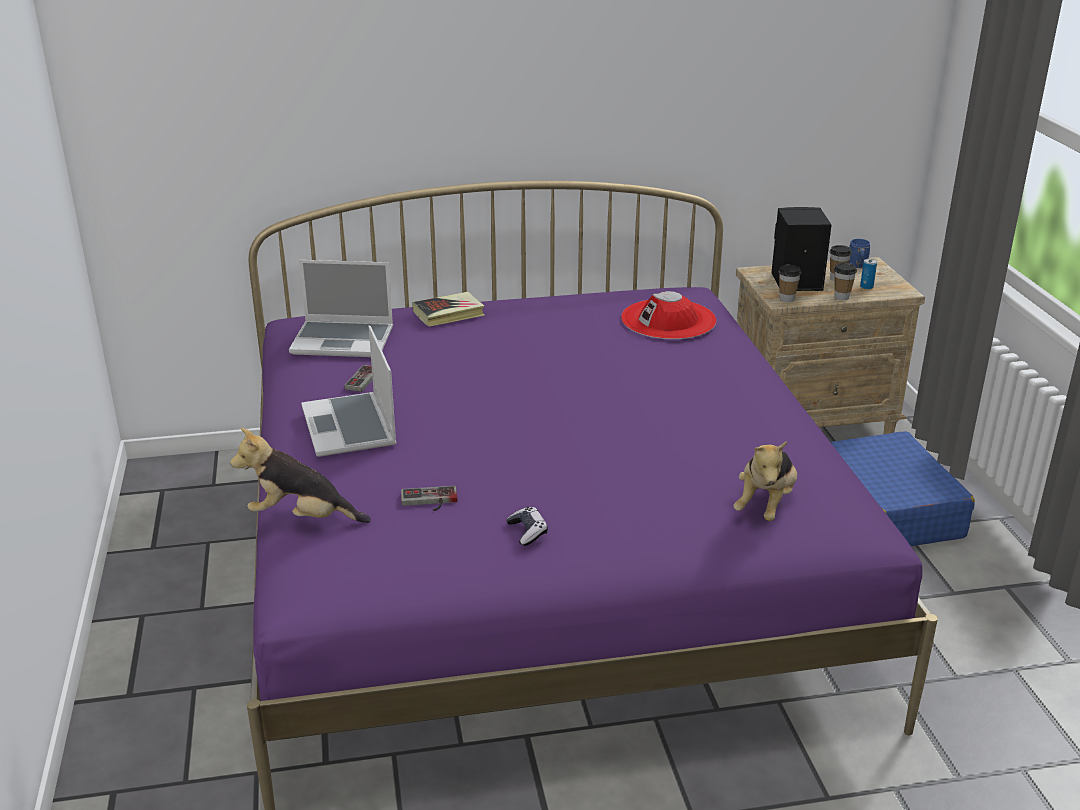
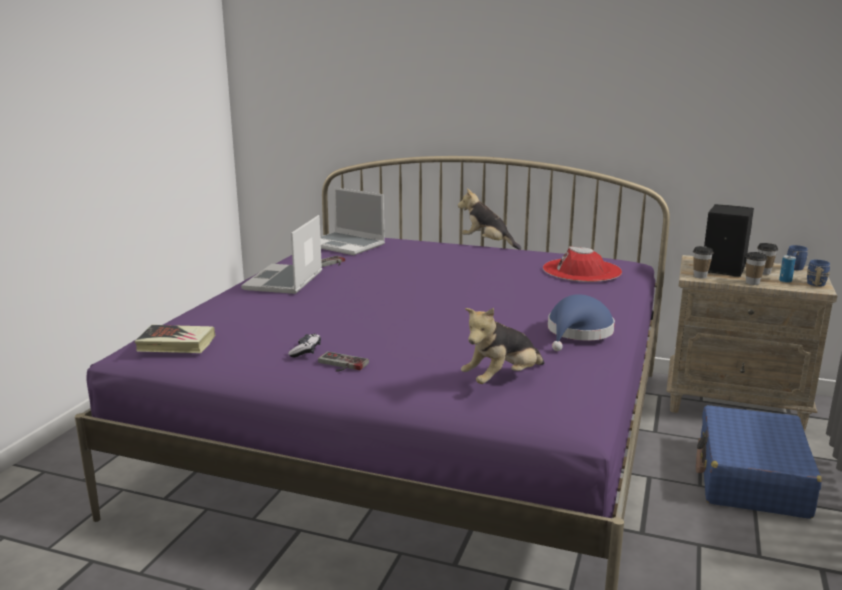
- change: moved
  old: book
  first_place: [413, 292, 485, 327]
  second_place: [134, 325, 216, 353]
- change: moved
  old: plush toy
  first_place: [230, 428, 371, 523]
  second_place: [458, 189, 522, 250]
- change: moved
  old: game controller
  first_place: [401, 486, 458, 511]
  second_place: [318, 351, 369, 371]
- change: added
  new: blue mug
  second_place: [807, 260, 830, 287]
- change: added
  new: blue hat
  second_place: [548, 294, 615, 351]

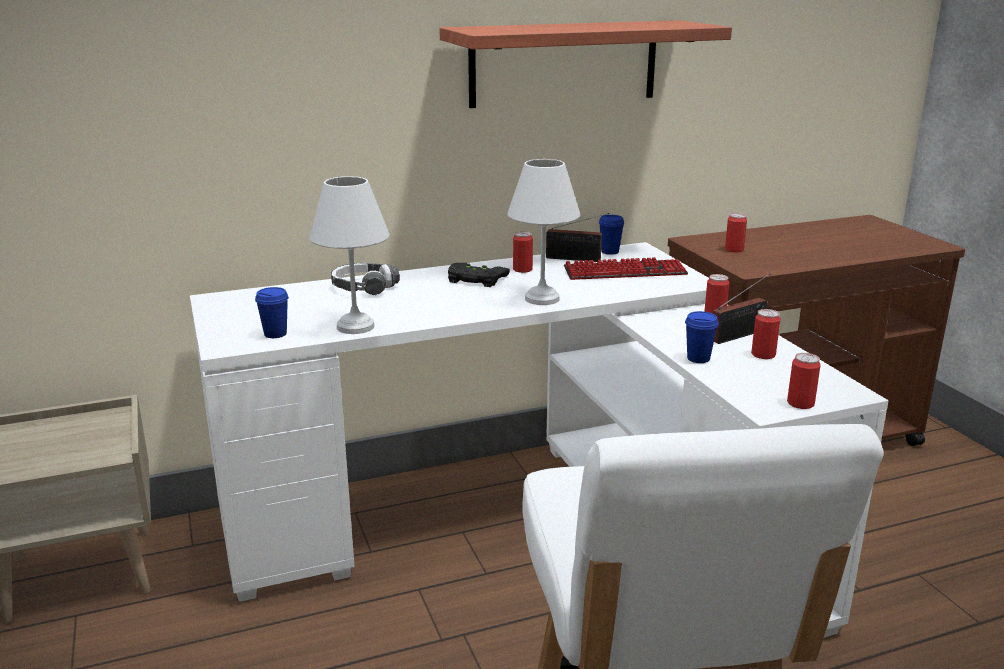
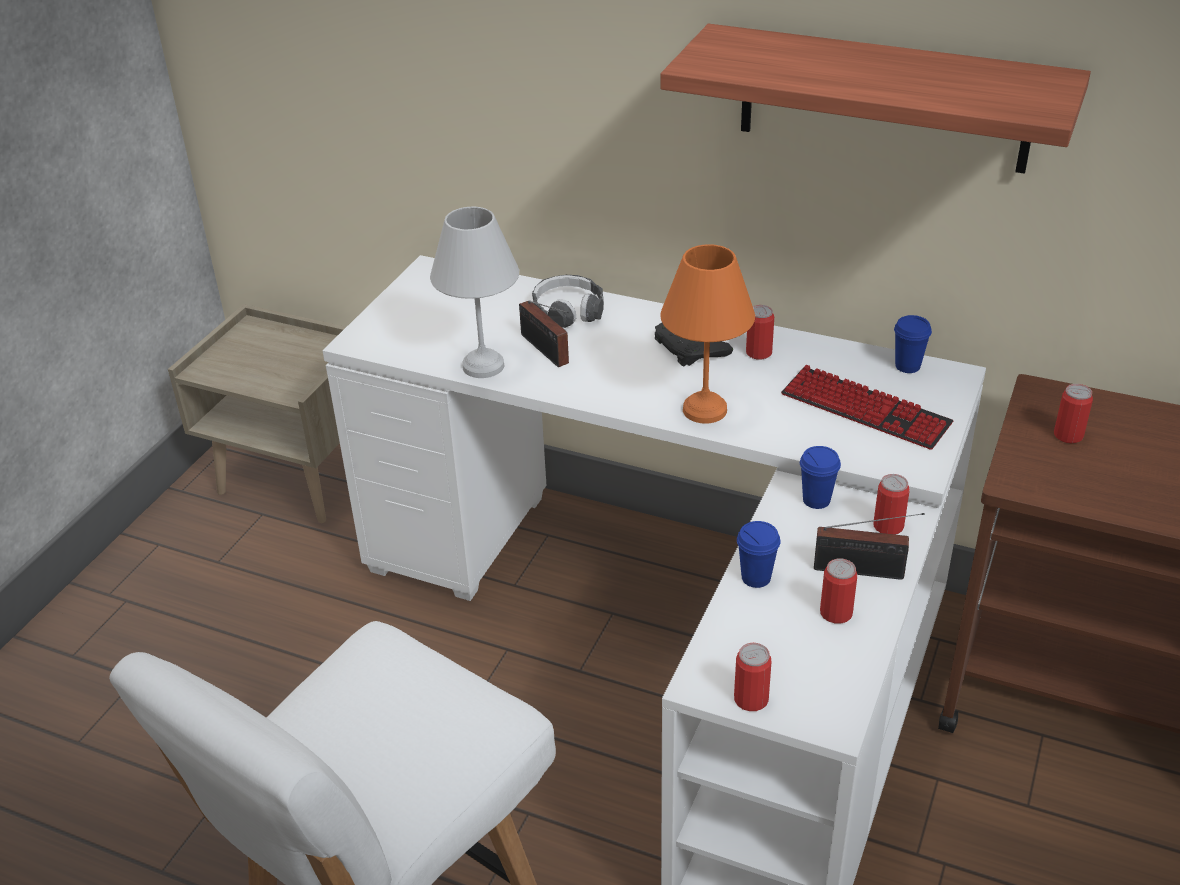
- change: recoloured
  old: white table lamp
  new: orange table lamp
  first_place: [507, 159, 580, 305]
  second_place: [660, 244, 755, 424]
- change: moved
  old: radio
  first_place: [546, 213, 609, 262]
  second_place: [519, 300, 569, 367]
- change: moved
  old: blue cup
  first_place: [255, 287, 289, 338]
  second_place: [800, 446, 841, 509]

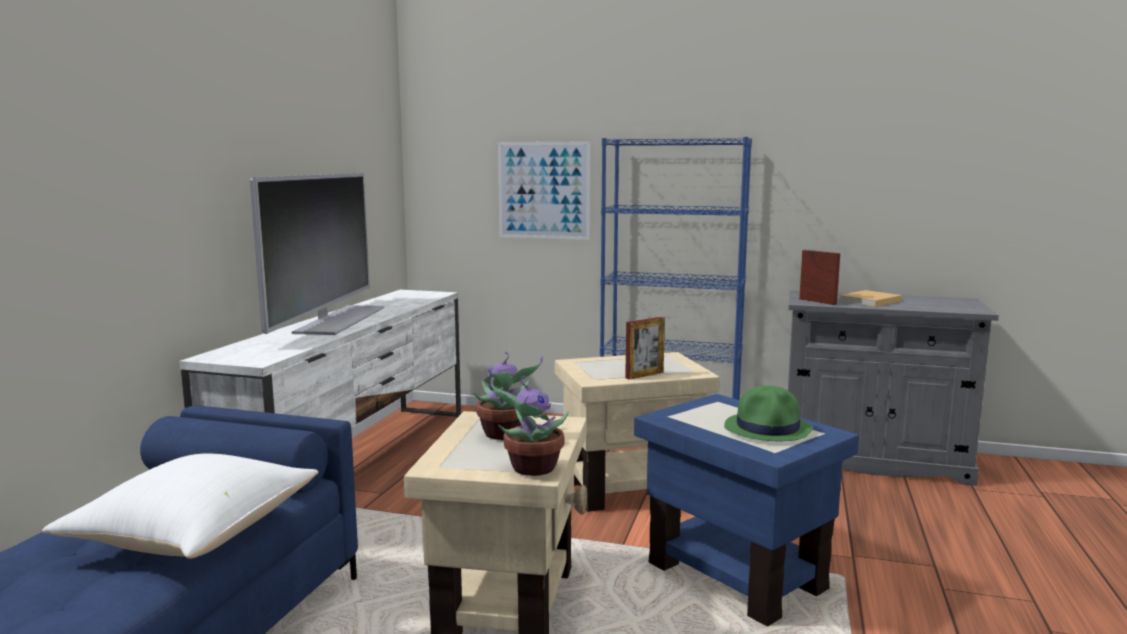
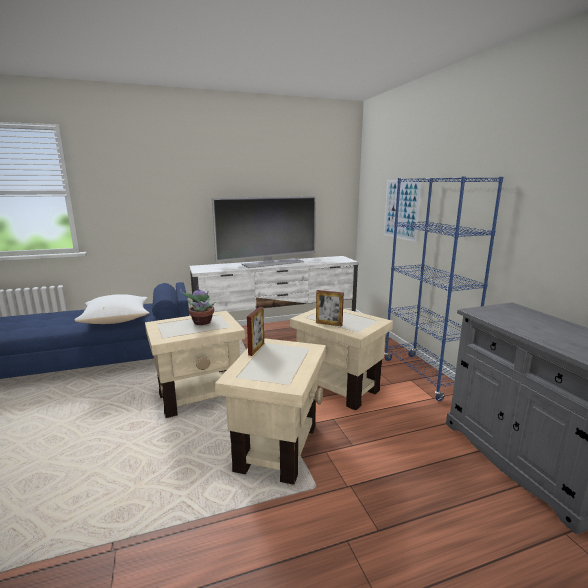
- change: moved
  old: picture frame
  first_place: [799, 250, 840, 305]
  second_place: [247, 307, 264, 356]
- change: removed
  old: beige book
  first_place: [838, 290, 902, 307]
- change: removed
  old: potted plant
  first_place: [491, 376, 568, 476]
- change: removed
  old: green hat
  first_place: [724, 385, 813, 441]
- change: recoloured
  old: blue side table
  new: beige side table
  first_place: [634, 394, 859, 626]
  second_place: [215, 338, 326, 485]

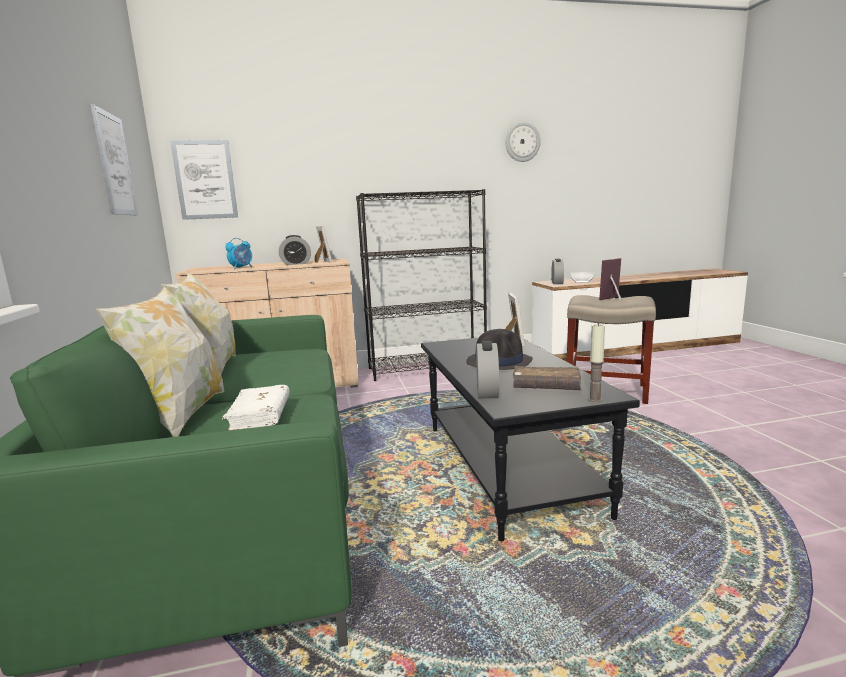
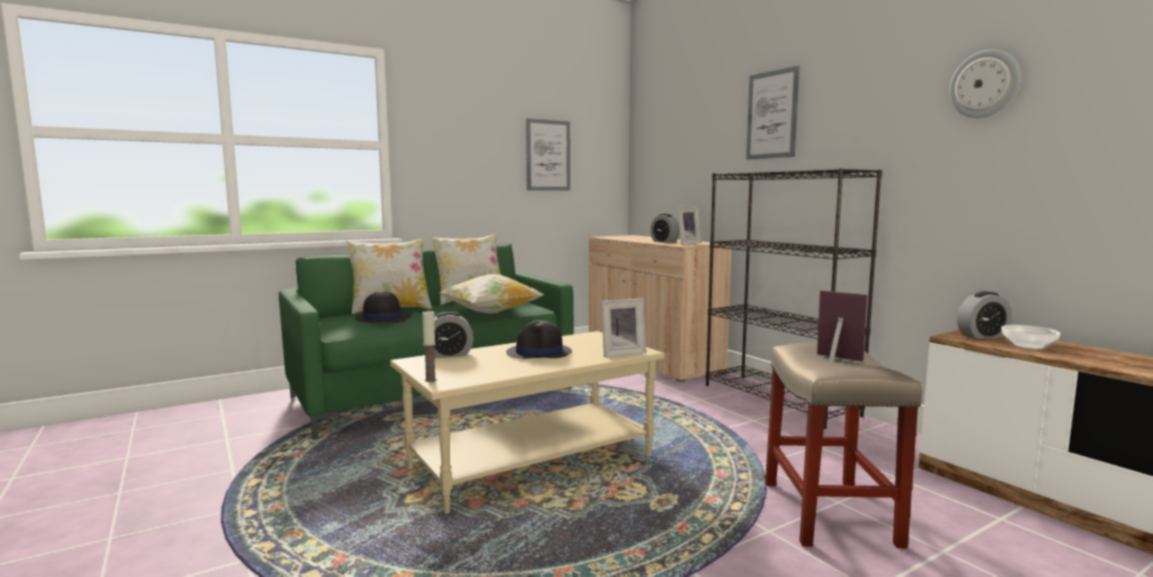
- change: moved
  old: picture
  first_place: [170, 140, 238, 220]
  second_place: [746, 66, 800, 160]
- change: removed
  old: alarm clock
  first_place: [225, 238, 252, 269]
- change: recoloured
  old: black coffee table
  new: beige coffee table
  first_place: [421, 338, 640, 541]
  second_place: [390, 331, 664, 514]
- change: removed
  old: brown book
  first_place: [513, 366, 581, 390]
- change: replaced
  old: white book
  new: black hat
  first_place: [222, 385, 289, 431]
  second_place: [355, 292, 412, 323]
- change: added
  new: pillow
  second_place: [440, 274, 544, 314]

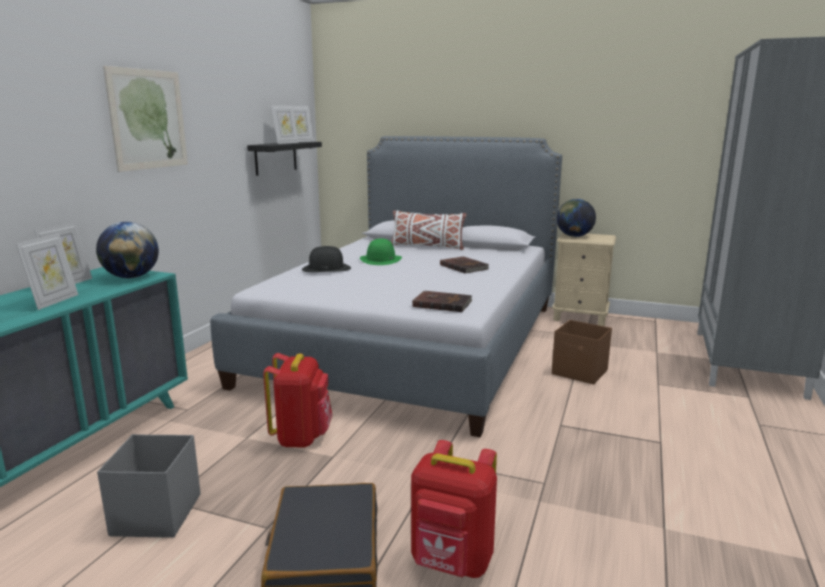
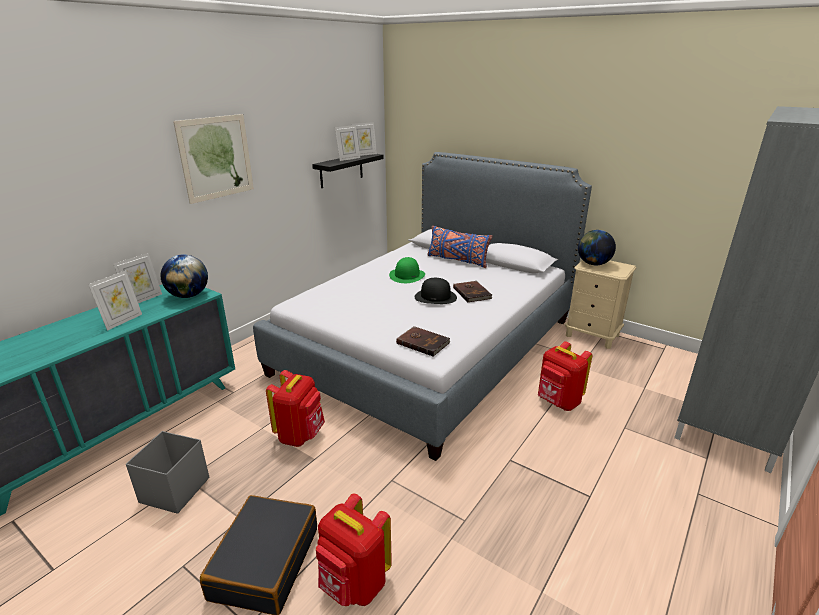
- change: recoloured
  old: white pillow
  new: blue pillow
  first_place: [391, 210, 467, 250]
  second_place: [427, 226, 493, 268]
- change: moved
  old: black hat
  first_place: [302, 246, 351, 272]
  second_place: [415, 278, 457, 304]
- change: replaced
  old: brown storage box
  new: red backpack
  first_place: [552, 320, 612, 385]
  second_place: [538, 341, 592, 411]

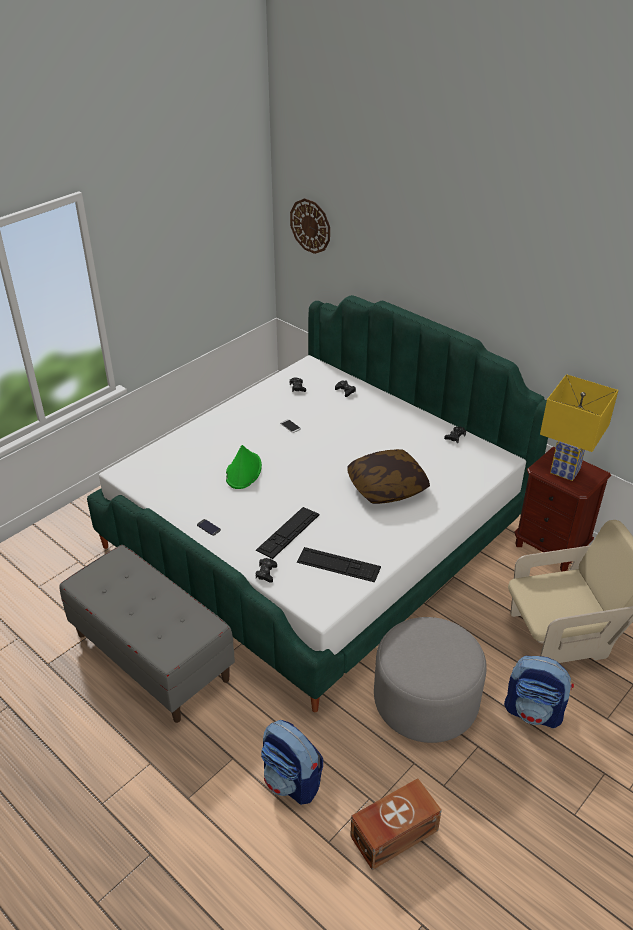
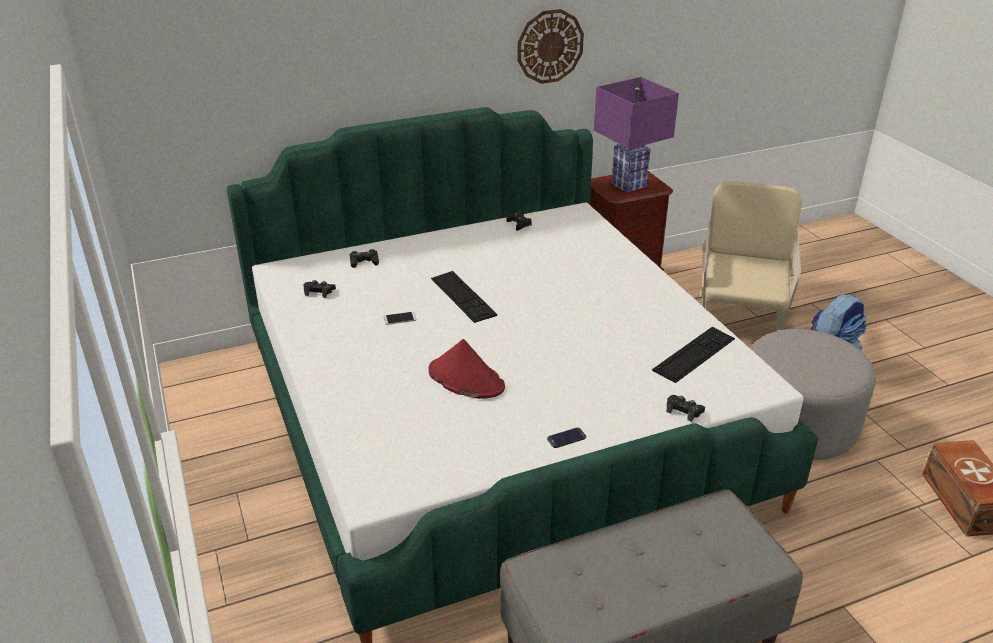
- change: moved
  old: wall clock
  first_place: [290, 198, 330, 254]
  second_place: [517, 9, 584, 84]
- change: recoloured
  old: yellow table lamp
  new: purple table lamp
  first_place: [540, 374, 618, 481]
  second_place: [594, 77, 679, 193]
- change: recoloured
  old: green hat
  new: red hat
  first_place: [226, 445, 262, 489]
  second_place: [428, 339, 505, 399]
- change: removed
  old: pillow
  first_place: [347, 449, 430, 504]
- change: moved
  old: keyboard
  first_place: [256, 507, 319, 559]
  second_place: [431, 271, 497, 323]
- change: removed
  old: backpack
  first_place: [261, 720, 323, 805]

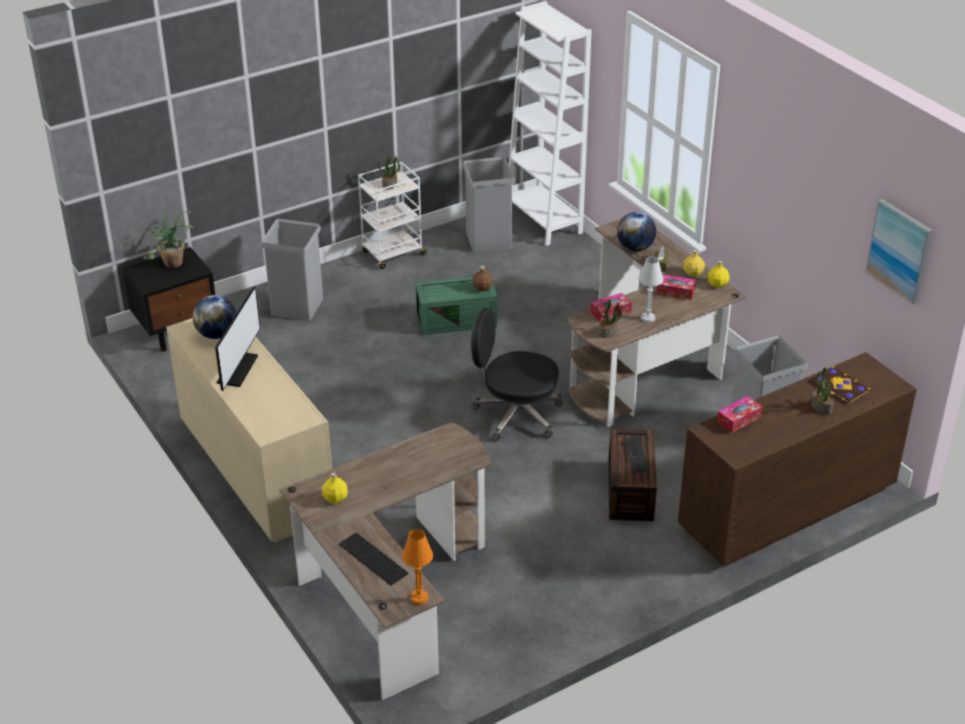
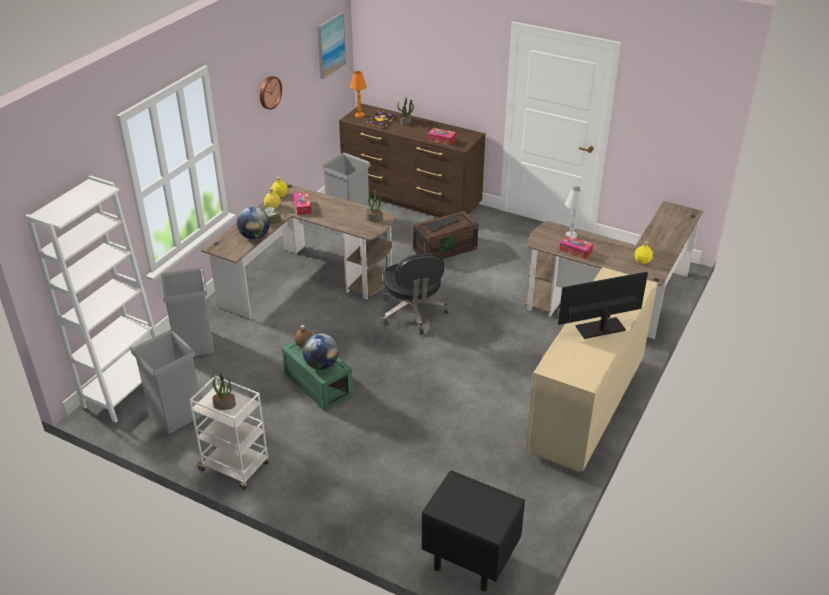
- change: removed
  old: potted plant
  first_place: [143, 211, 194, 268]
- change: moved
  old: grey trash can
  first_place: [261, 218, 323, 321]
  second_place: [160, 268, 215, 356]
- change: moved
  old: white table lamp
  first_place: [638, 257, 663, 323]
  second_place: [565, 186, 585, 238]
- change: moved
  old: tissue box
  first_place: [590, 293, 632, 322]
  second_place: [559, 236, 593, 259]
- change: moved
  old: globe
  first_place: [193, 295, 236, 339]
  second_place: [303, 334, 339, 370]
- change: moved
  old: orange table lamp
  first_place: [402, 529, 433, 605]
  second_place: [350, 71, 367, 118]
- change: removed
  old: keyboard
  first_place: [339, 533, 409, 586]
- change: added
  new: wall clock
  second_place: [260, 76, 282, 110]

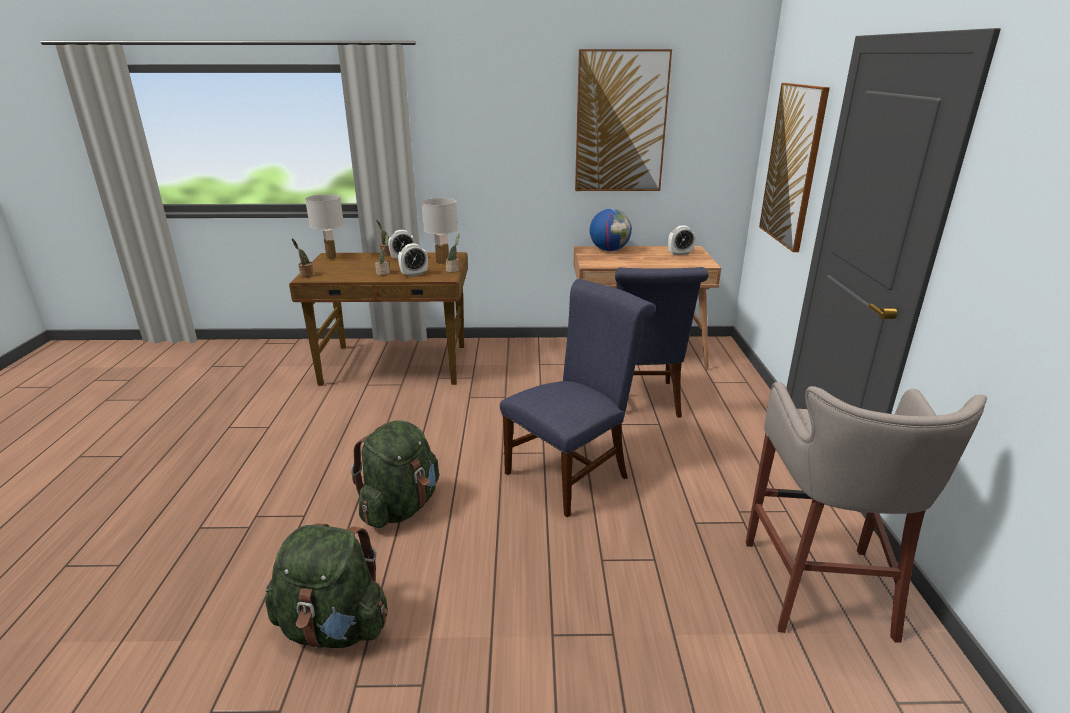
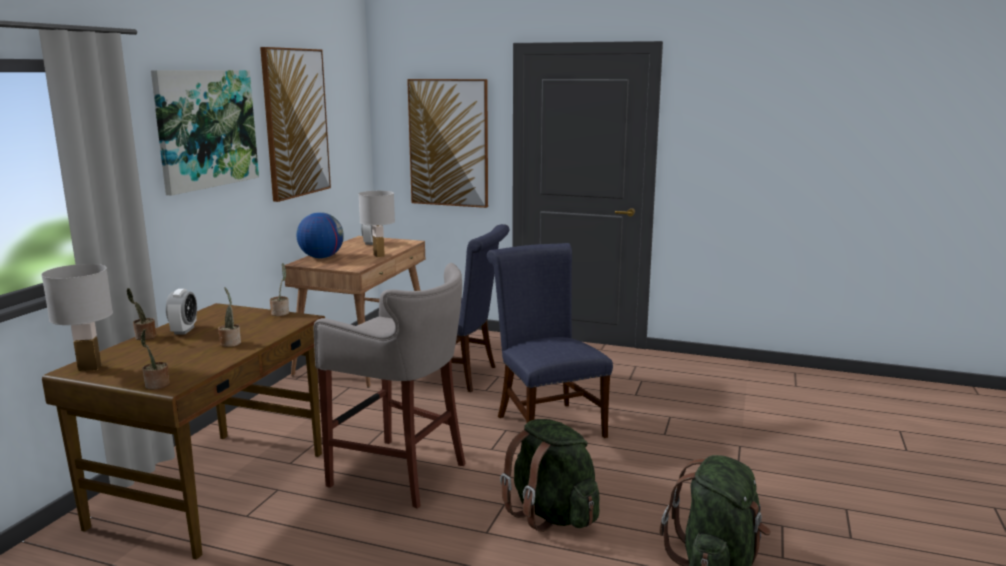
- change: moved
  old: white table lamp
  first_place: [421, 198, 458, 264]
  second_place: [358, 191, 395, 257]
- change: removed
  old: alarm clock
  first_place: [398, 243, 428, 277]
- change: moved
  old: grey stool
  first_place: [746, 382, 987, 643]
  second_place: [314, 263, 466, 509]
- change: added
  new: picture
  second_place: [151, 70, 259, 196]

